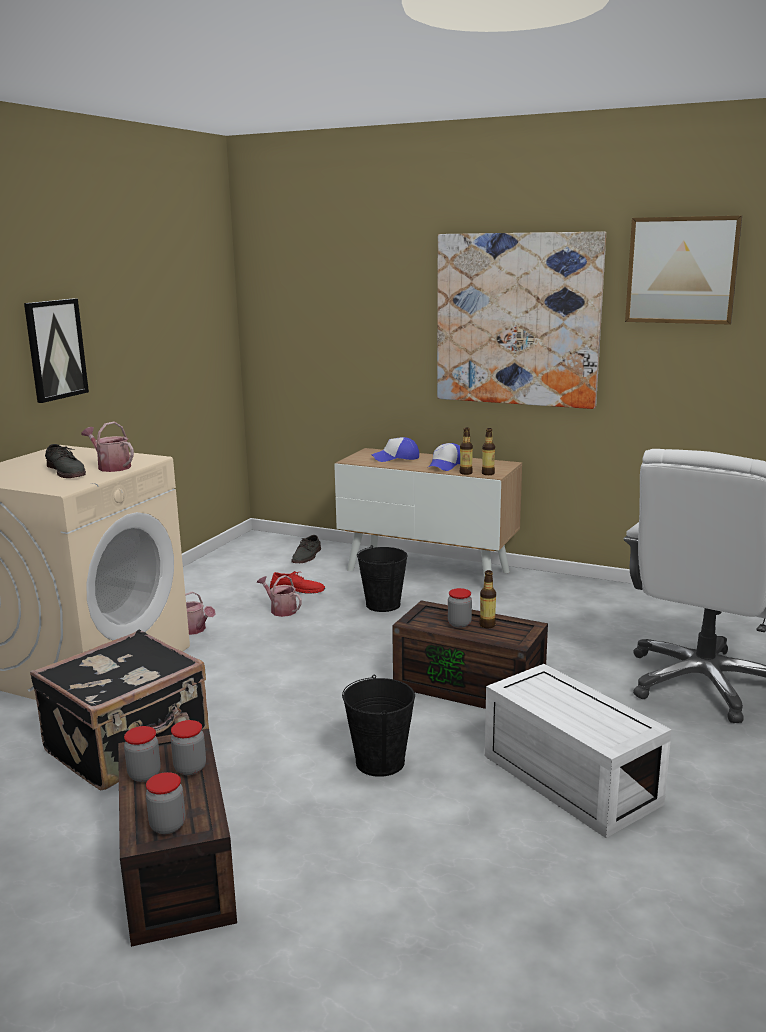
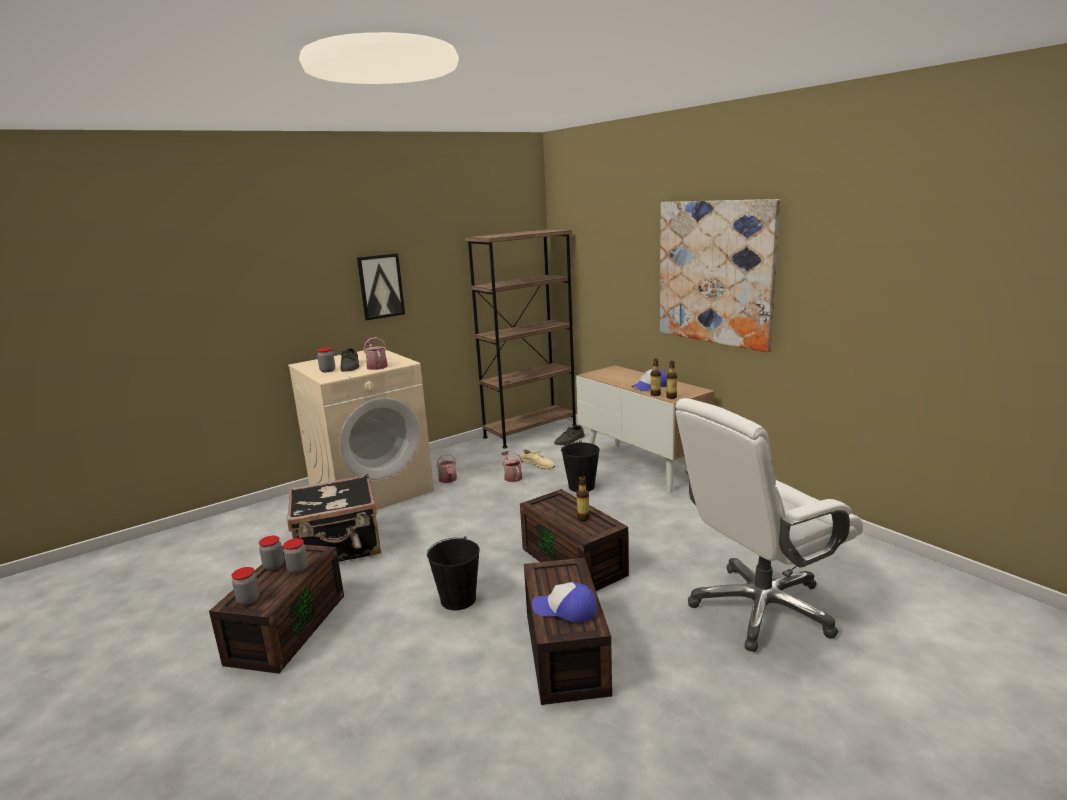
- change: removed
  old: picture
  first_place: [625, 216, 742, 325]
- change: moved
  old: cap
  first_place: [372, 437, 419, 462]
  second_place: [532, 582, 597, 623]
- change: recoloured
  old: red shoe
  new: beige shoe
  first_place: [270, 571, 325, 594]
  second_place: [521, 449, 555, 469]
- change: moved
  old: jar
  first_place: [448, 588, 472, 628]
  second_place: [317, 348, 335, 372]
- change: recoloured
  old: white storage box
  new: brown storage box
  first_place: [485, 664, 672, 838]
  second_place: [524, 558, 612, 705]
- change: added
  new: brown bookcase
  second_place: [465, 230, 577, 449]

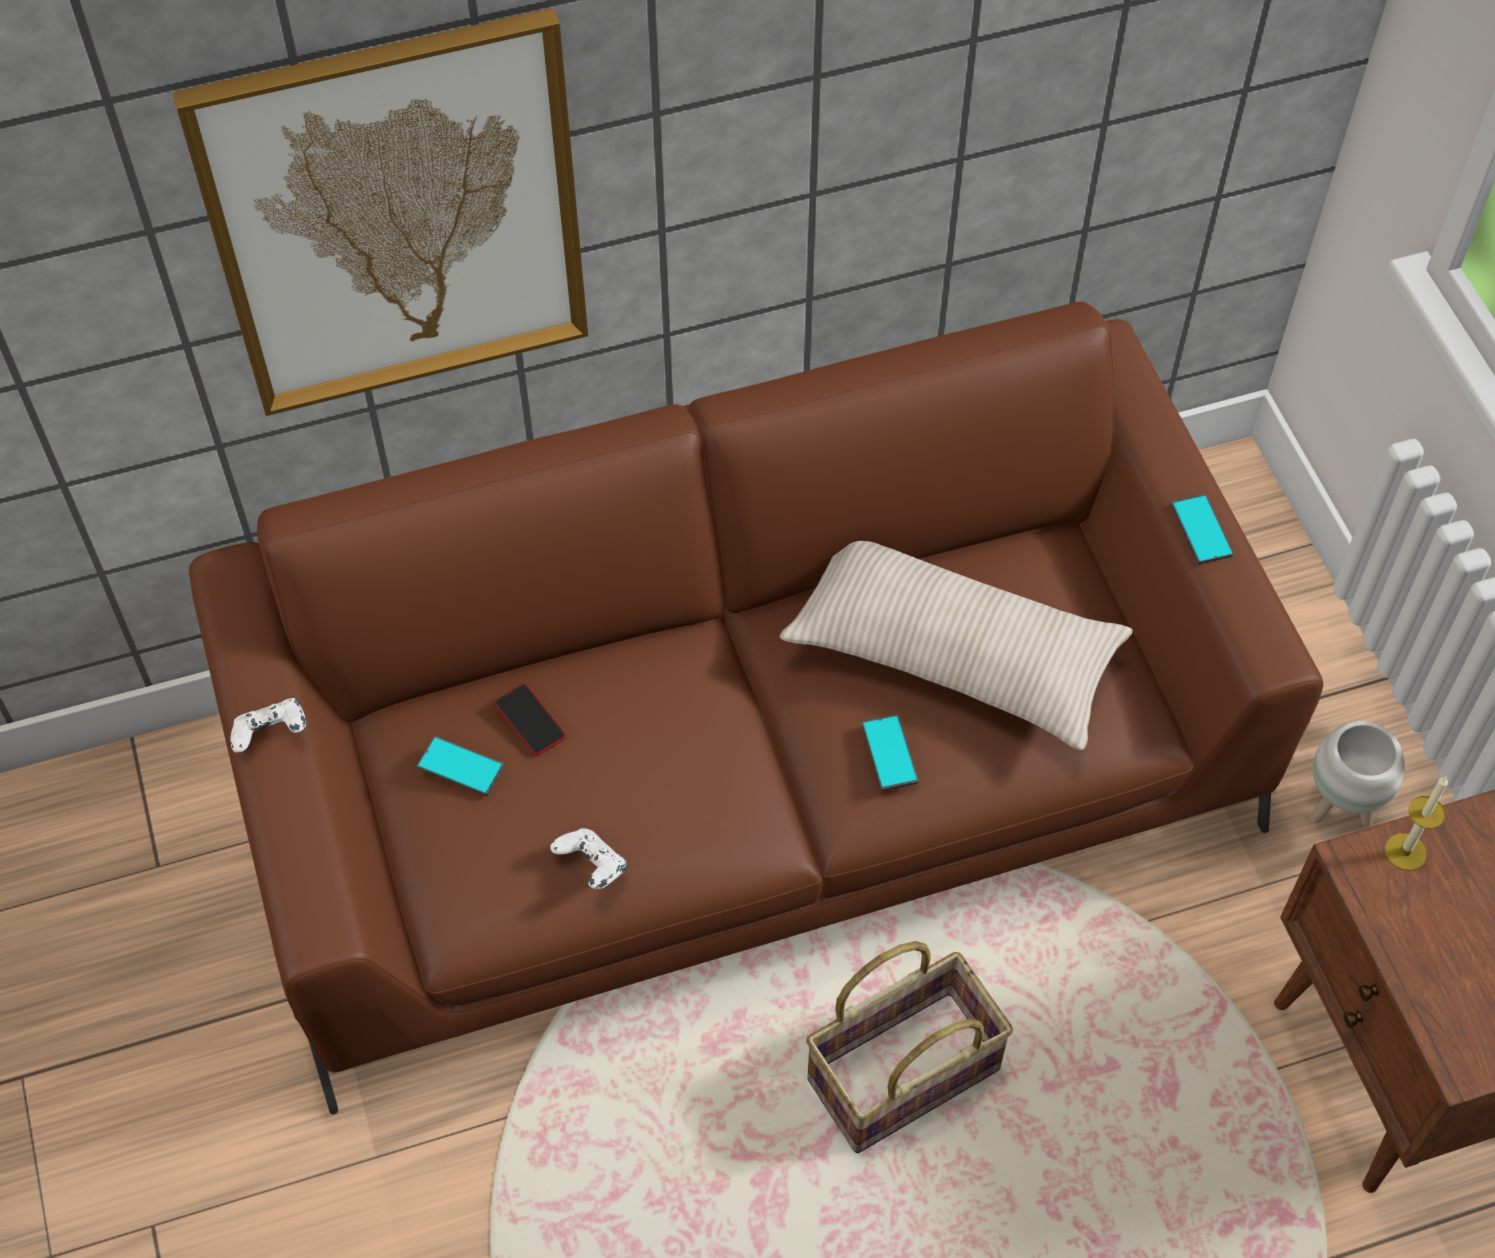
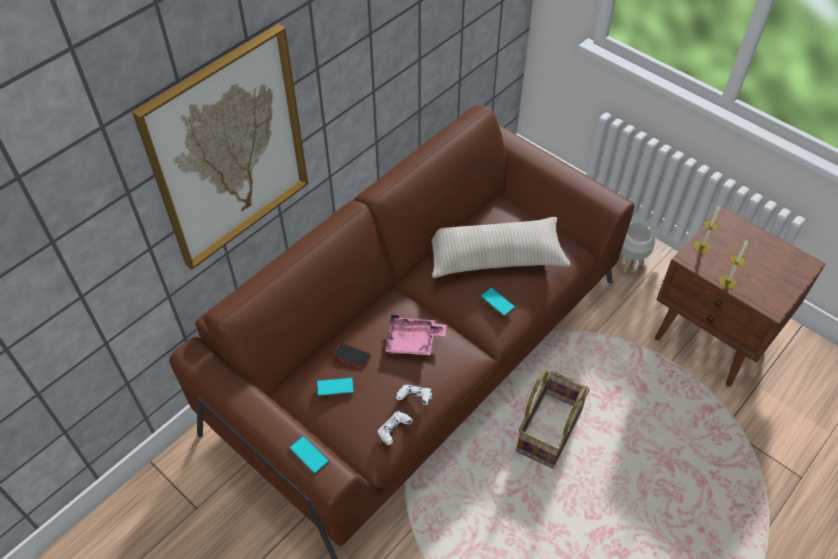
- change: moved
  old: phone
  first_place: [1171, 494, 1234, 564]
  second_place: [289, 435, 329, 474]
- change: moved
  old: white game controller
  first_place: [230, 698, 306, 752]
  second_place: [378, 411, 413, 445]
- change: added
  new: candle
  second_place: [719, 241, 748, 289]
- change: added
  new: pink tray
  second_place: [385, 314, 447, 355]

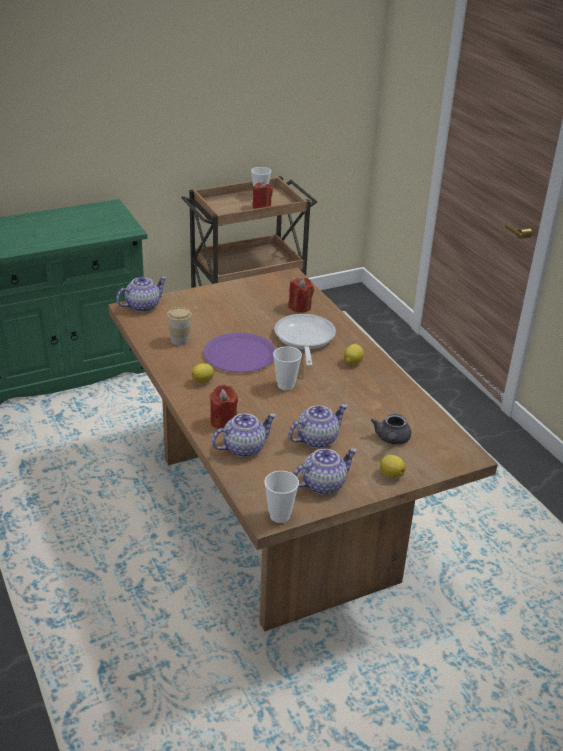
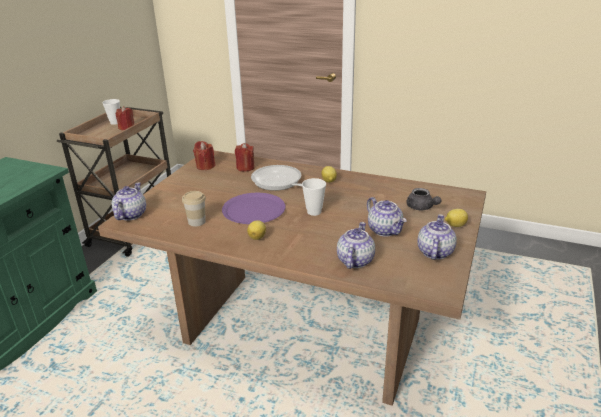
- change: moved
  old: red candle
  first_place: [210, 385, 238, 429]
  second_place: [193, 141, 216, 170]
- change: turned
  old: teapot
  first_place: [288, 404, 348, 448]
  second_place: [367, 197, 407, 237]
  degrees: 135
- change: removed
  old: cup
  first_place: [264, 471, 299, 523]

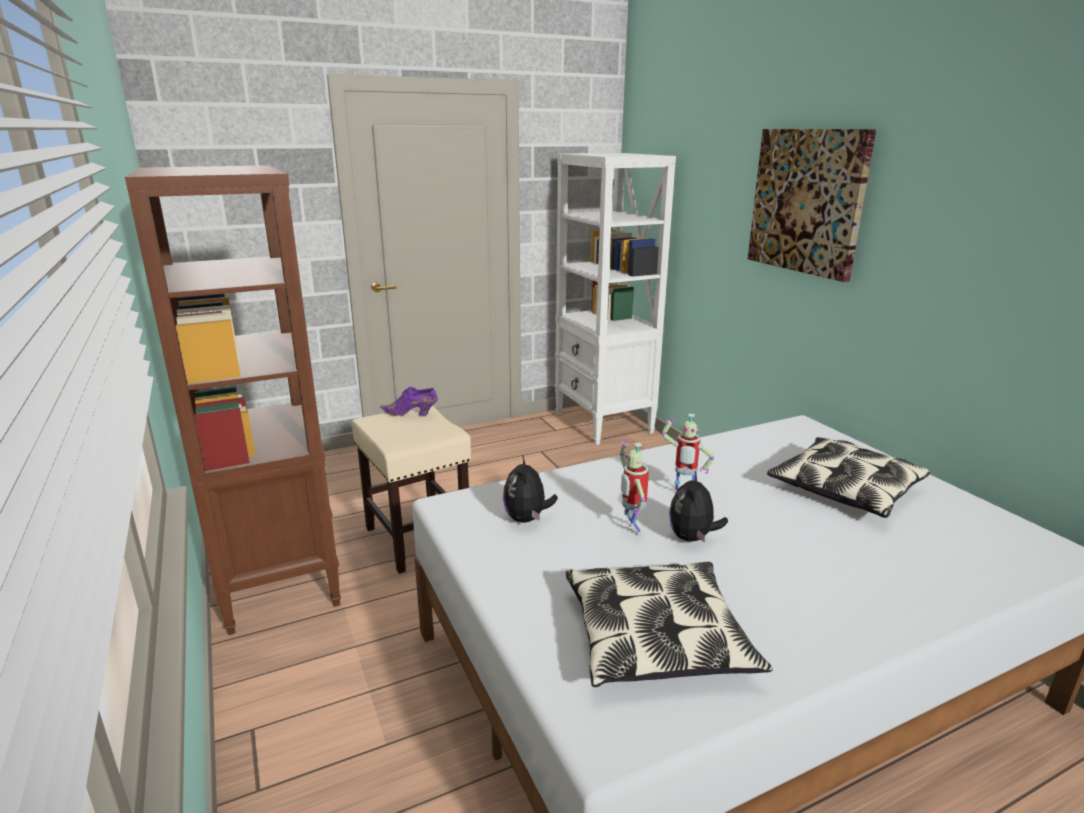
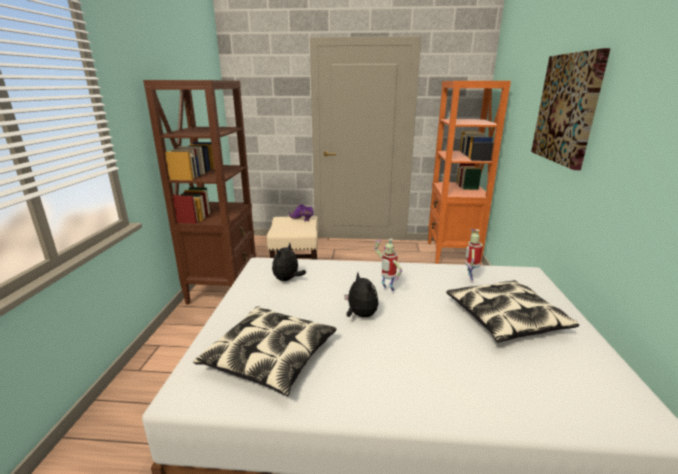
- change: recoloured
  old: white bookcase
  new: orange bookcase
  first_place: [554, 153, 676, 445]
  second_place: [428, 81, 511, 264]
- change: moved
  old: toy robot
  first_place: [619, 441, 649, 536]
  second_place: [465, 229, 483, 283]
- change: turned
  old: plush toy
  first_place: [669, 471, 728, 542]
  second_place: [344, 273, 378, 318]
  degrees: 105

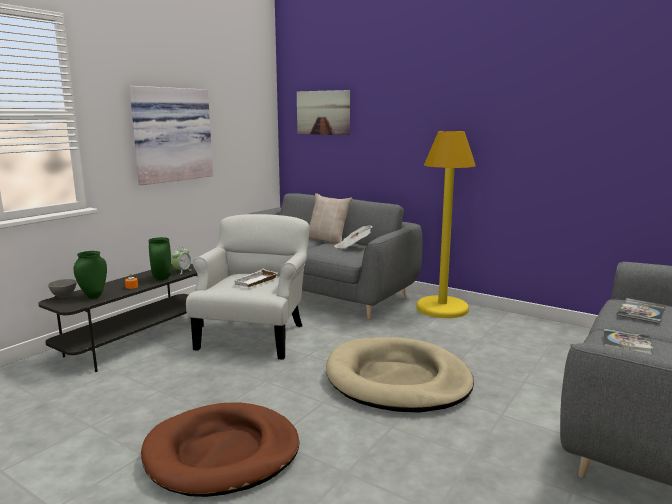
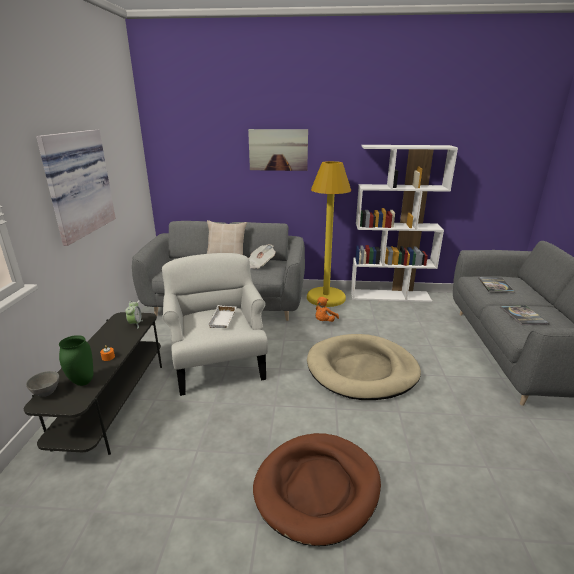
- change: moved
  old: picture
  first_place: [297, 90, 350, 135]
  second_place: [248, 129, 308, 171]
- change: removed
  old: green vase
  first_place: [149, 237, 172, 280]
- change: added
  new: white bookcase
  second_place: [351, 145, 458, 302]
- change: added
  new: orange plush toy
  second_place: [315, 297, 339, 322]

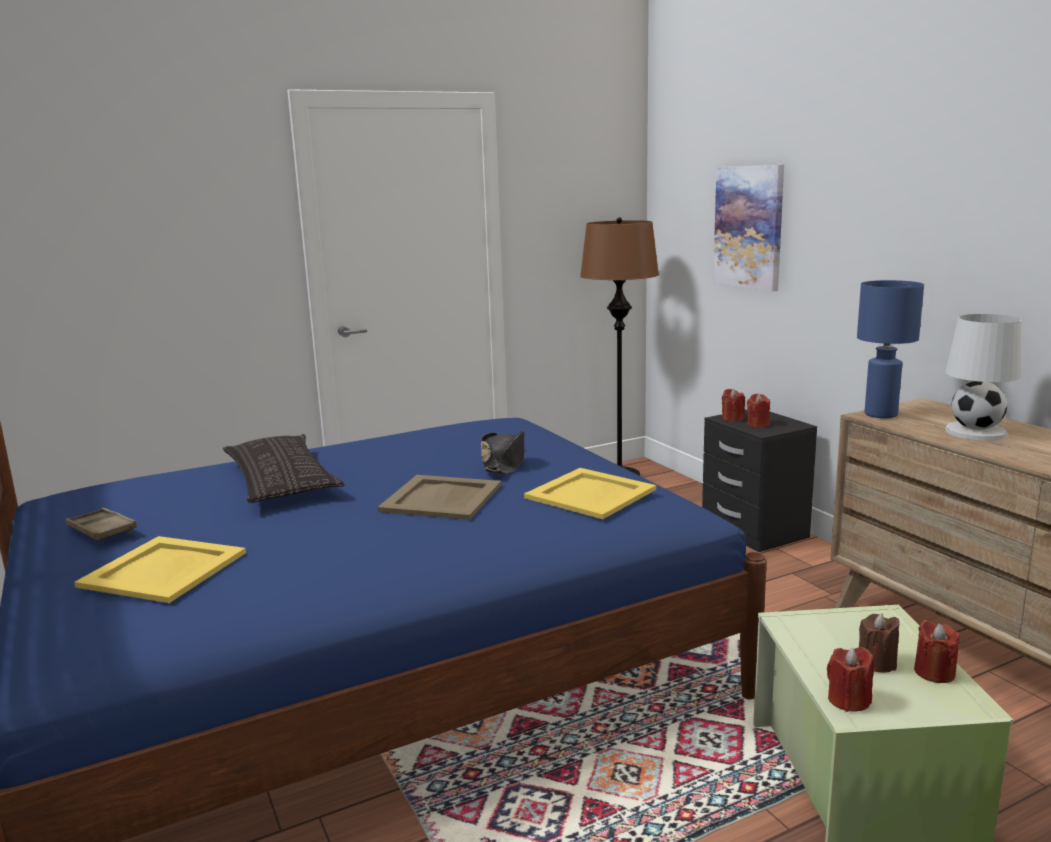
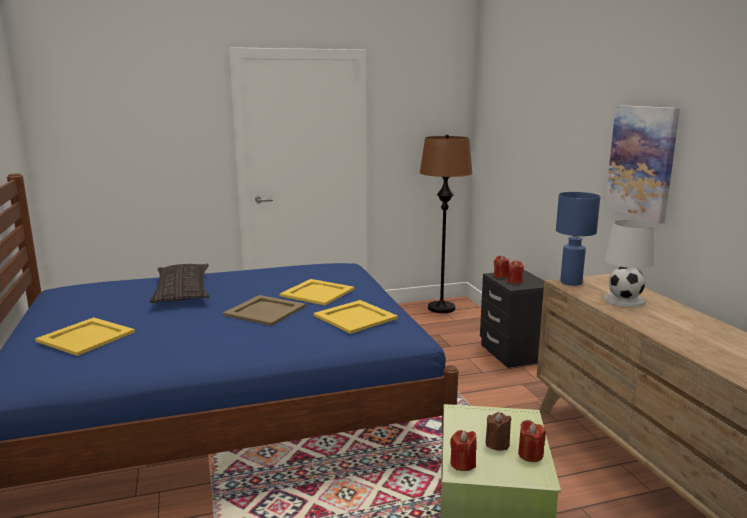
- change: moved
  old: picture
  first_place: [713, 165, 784, 292]
  second_place: [605, 105, 680, 224]
- change: replaced
  old: black hat
  new: yellow tray
  first_place: [481, 430, 524, 474]
  second_place: [280, 279, 354, 305]
- change: removed
  old: brown tray
  first_place: [65, 508, 137, 542]

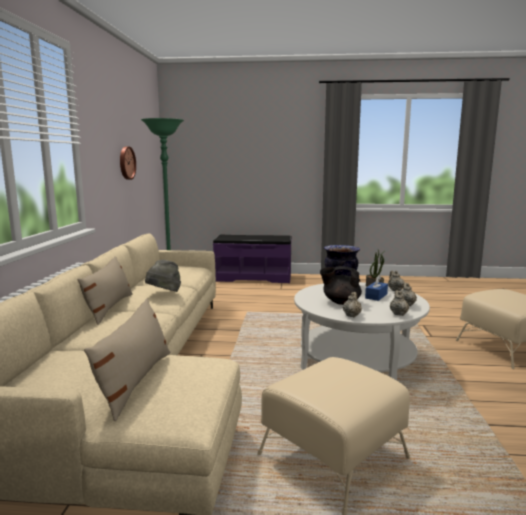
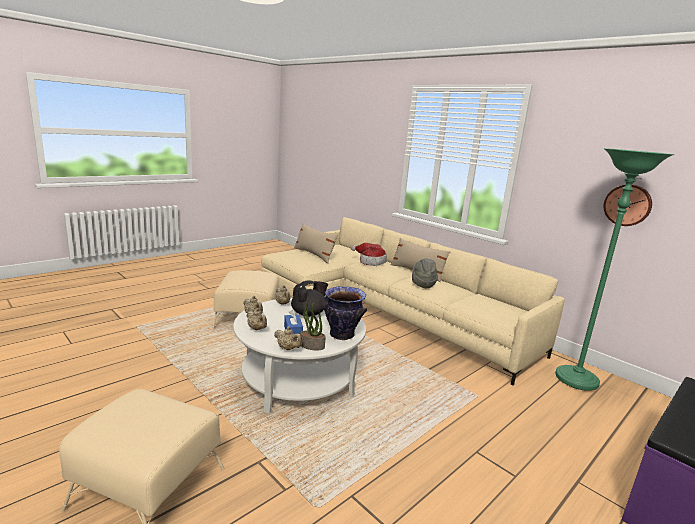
- change: added
  new: hat
  second_place: [351, 243, 387, 266]

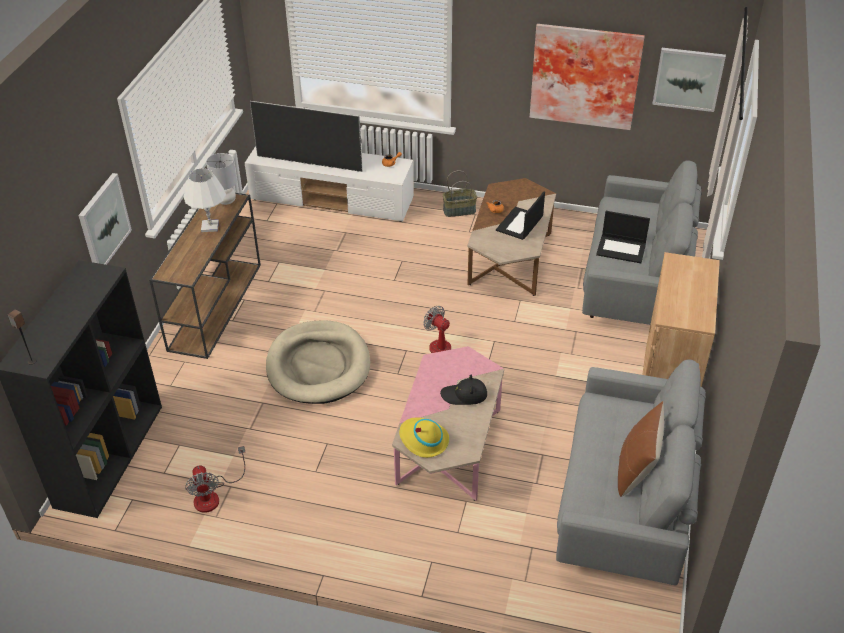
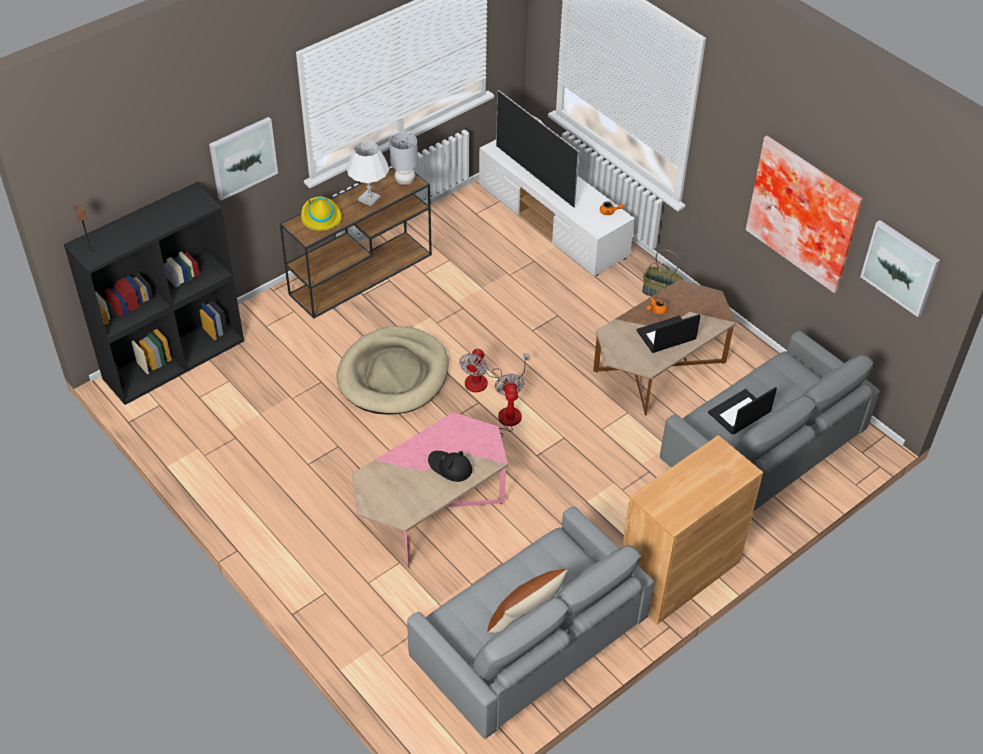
- change: turned
  old: laptop
  first_place: [596, 211, 650, 263]
  second_place: [708, 387, 777, 435]
  degrees: 90
- change: moved
  old: yellow hat
  first_place: [399, 417, 449, 458]
  second_place: [301, 197, 341, 231]
- change: moved
  old: fan
  first_place: [185, 446, 245, 513]
  second_place: [459, 349, 530, 392]

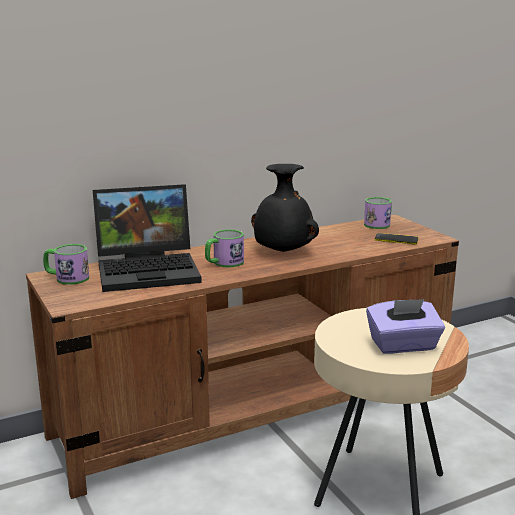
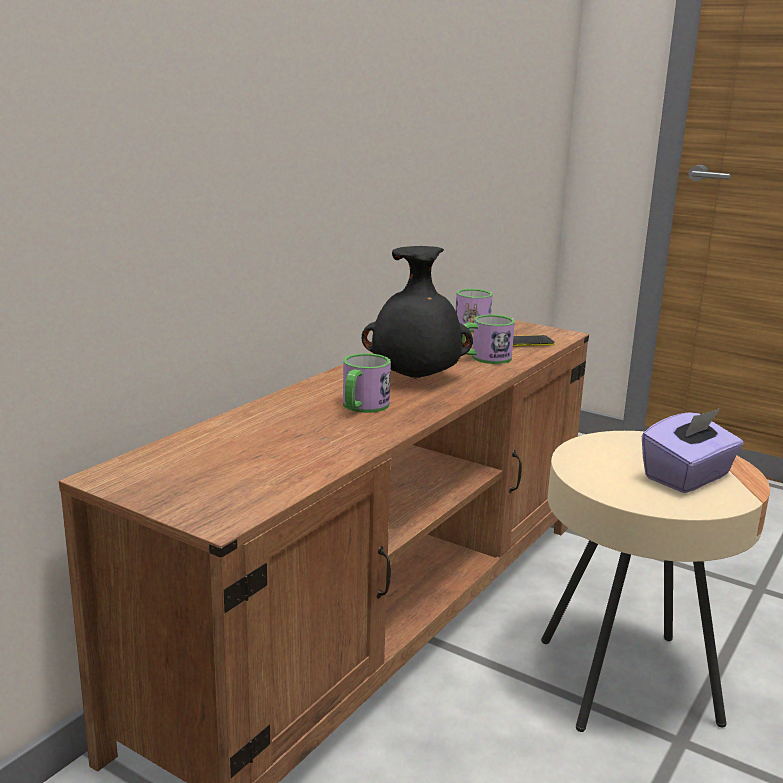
- change: removed
  old: laptop
  first_place: [93, 184, 202, 292]
- change: moved
  old: mug
  first_place: [43, 244, 89, 285]
  second_place: [462, 315, 515, 364]

